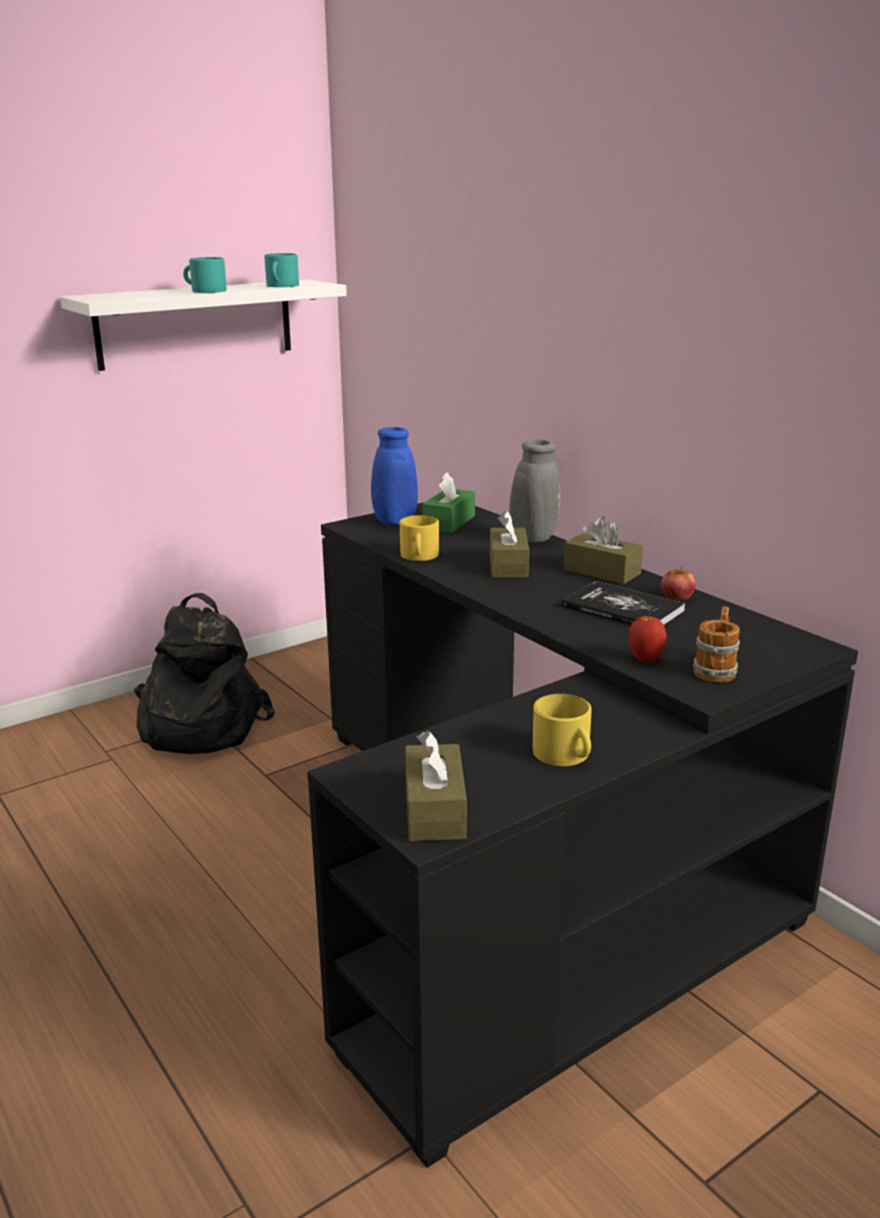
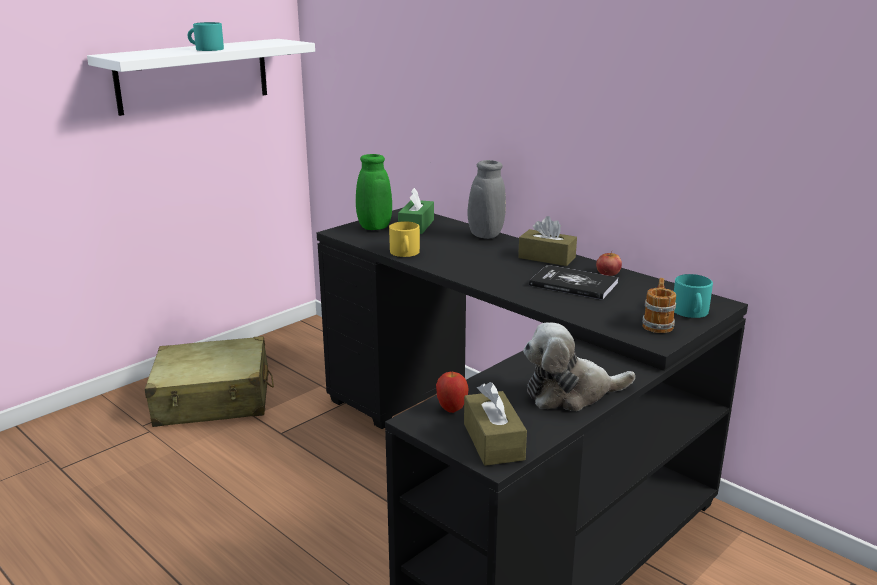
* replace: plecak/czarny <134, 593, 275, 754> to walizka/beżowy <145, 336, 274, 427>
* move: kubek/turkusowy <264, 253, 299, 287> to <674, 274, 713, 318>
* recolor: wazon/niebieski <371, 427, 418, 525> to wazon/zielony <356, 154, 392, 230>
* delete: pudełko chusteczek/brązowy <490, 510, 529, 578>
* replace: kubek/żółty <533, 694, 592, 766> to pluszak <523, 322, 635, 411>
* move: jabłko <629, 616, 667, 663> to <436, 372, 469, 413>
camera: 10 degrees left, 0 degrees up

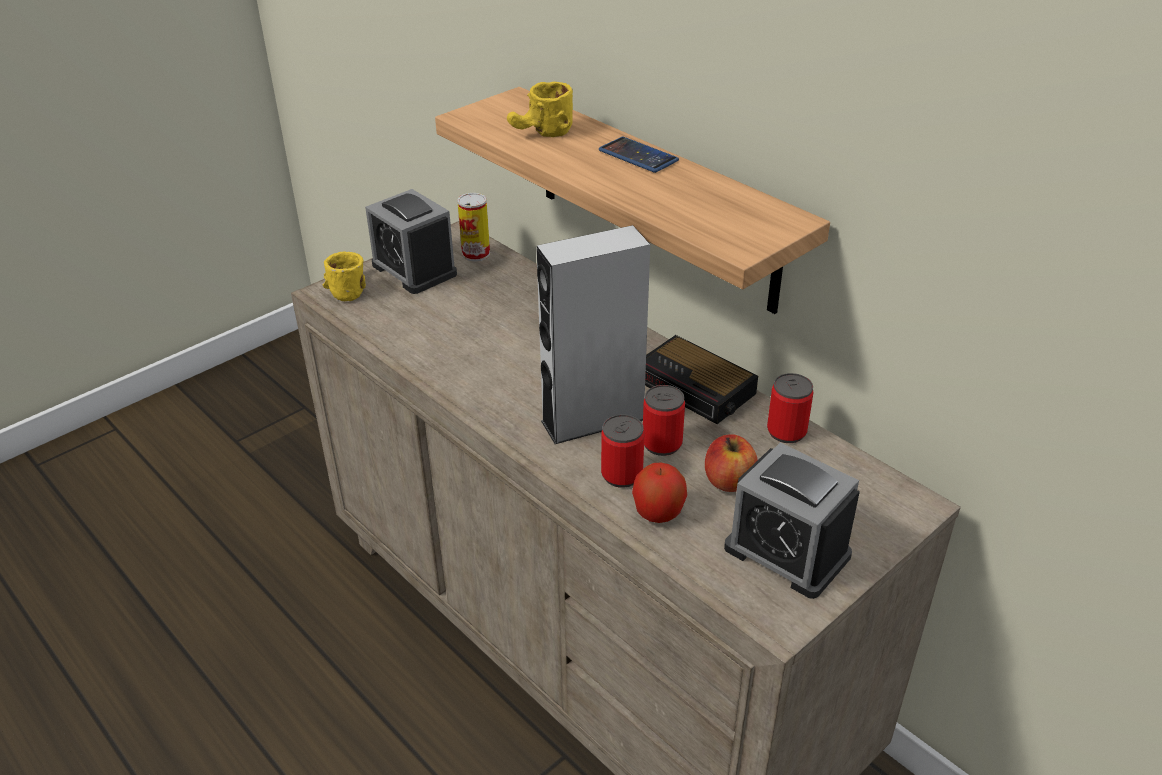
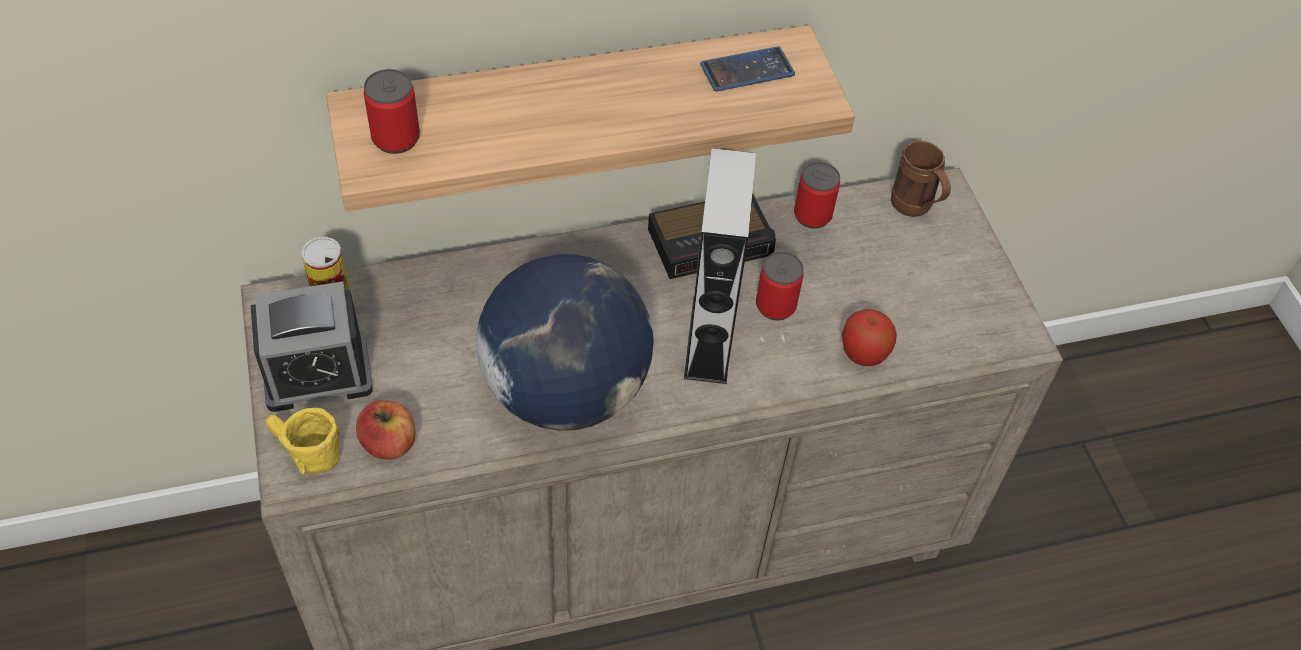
* delete: kubek/żółty <507, 82, 573, 137>
* move: telefon <599, 137, 679, 173> to <700, 46, 795, 92>
* move: puszka <601, 415, 644, 488> to <363, 69, 420, 154>
* move: jabłko <705, 434, 758, 492> to <356, 400, 415, 460>
* delete: budzik <724, 442, 860, 599>
* insert: globus <476, 254, 653, 431>
* insert: kubek/brązowy <891, 141, 951, 217>
camera: 65 degrees left, 15 degrees up

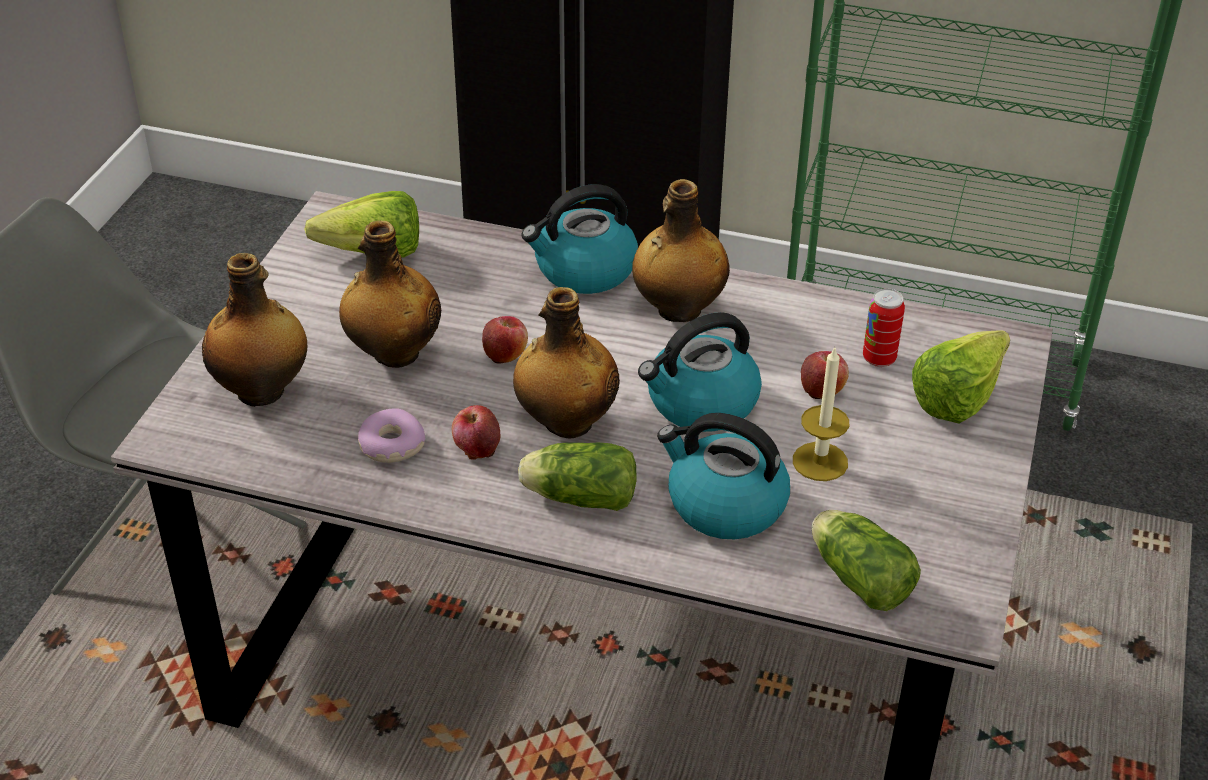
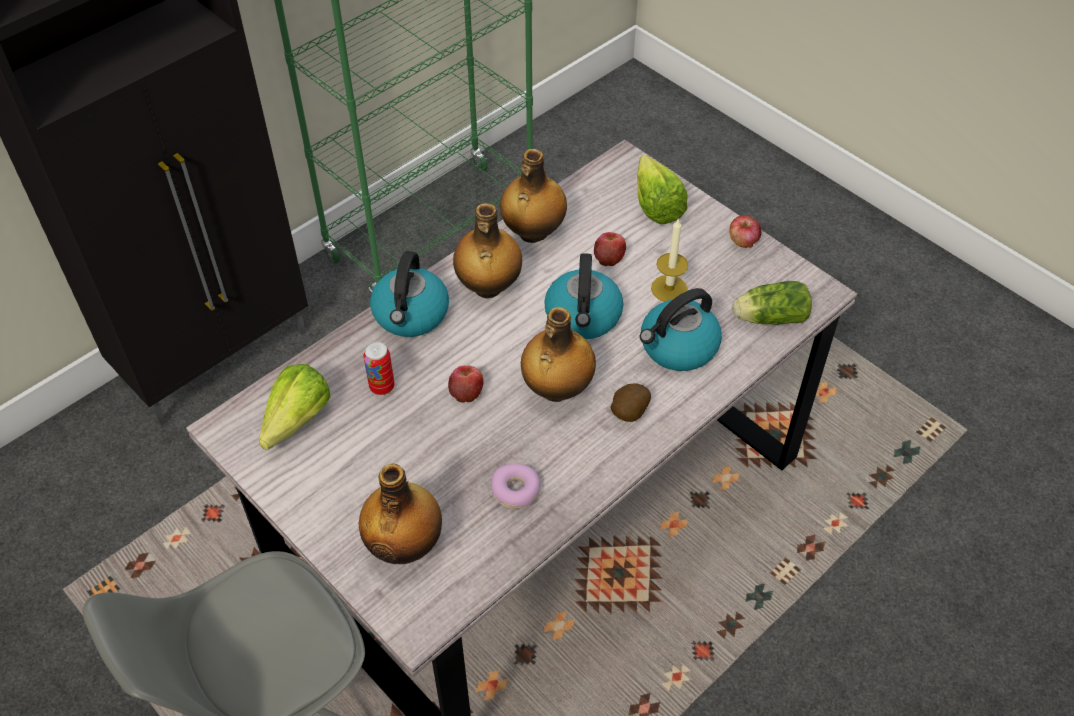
* move: butelka <339, 220, 441, 368> to <500, 149, 567, 243>
* move: jabłko <452, 405, 500, 460> to <729, 215, 762, 248>
* replace: sałata <518, 442, 637, 511> to ziemniak <610, 383, 651, 422>
* move: puszka <863, 288, 905, 367> to <363, 342, 395, 395>
camera: 60 degrees left, 10 degrees up

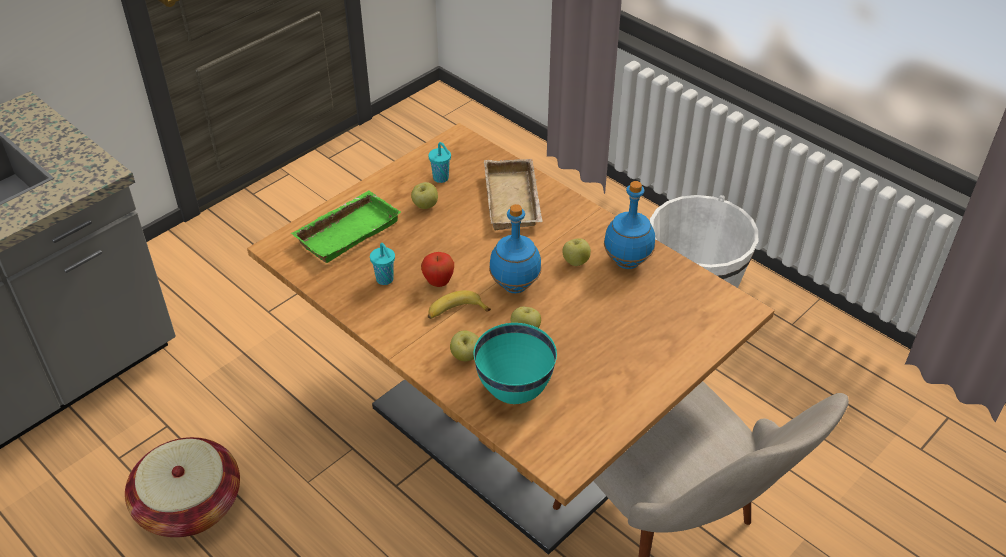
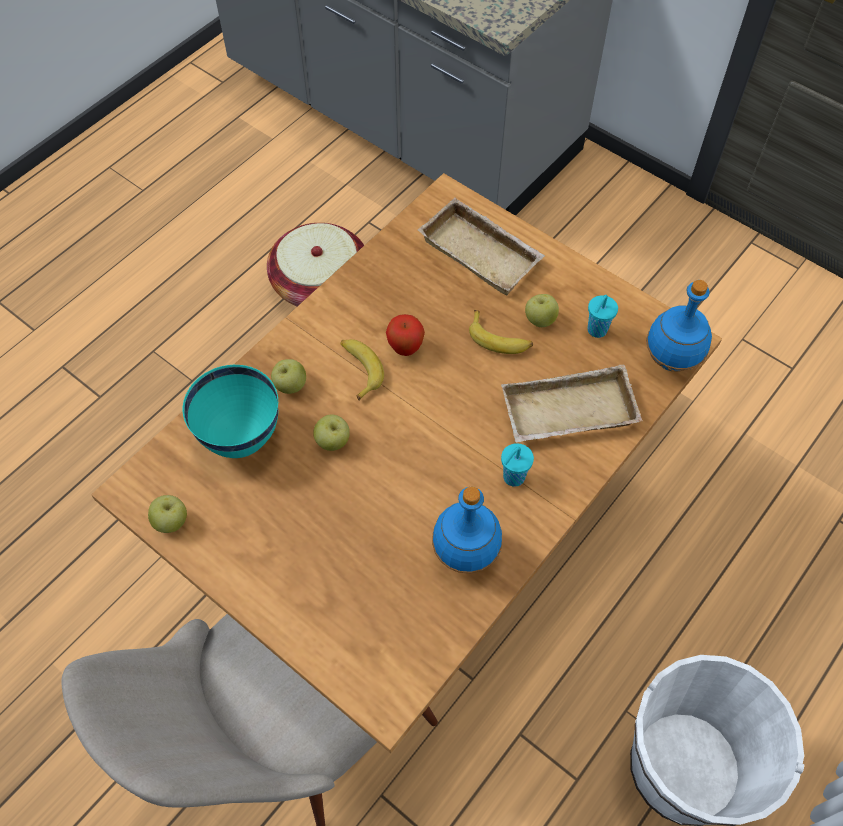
* recolor: taca/zielony <291, 191, 401, 263> to taca/beżowy <418, 198, 545, 295>
* move: filiżanka/turkusowy <370, 243, 395, 285> to <501, 443, 534, 487>
* move: butelka/niebieski <489, 204, 542, 293> to <646, 280, 712, 372>
* move: jabłko <562, 239, 591, 266> to <148, 495, 187, 533>
* insert: banan <469, 310, 533, 354>
camera: 85 degrees right, 15 degrees up

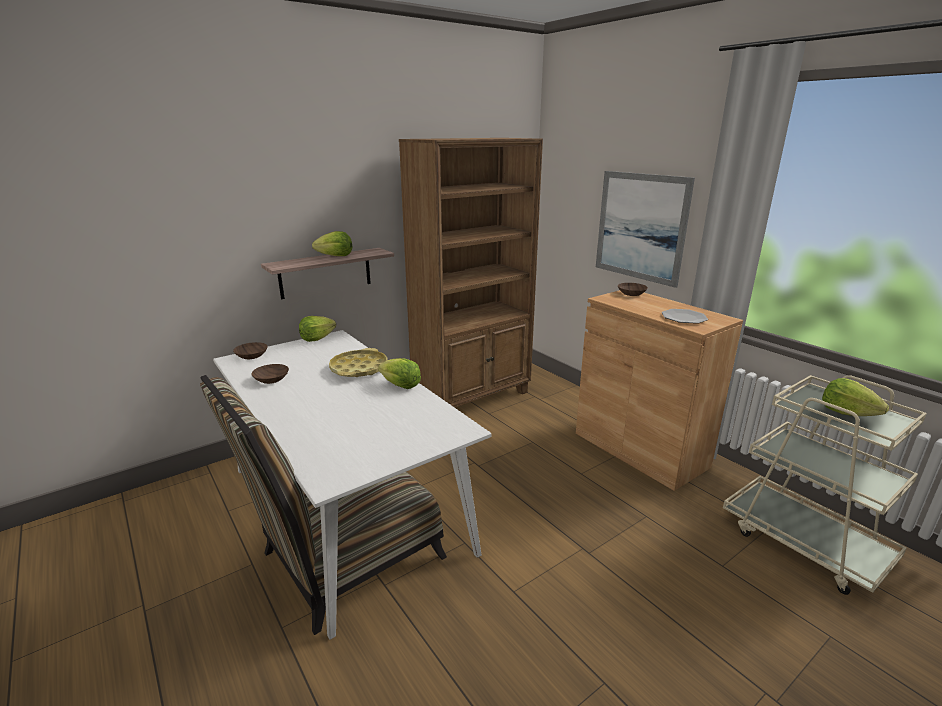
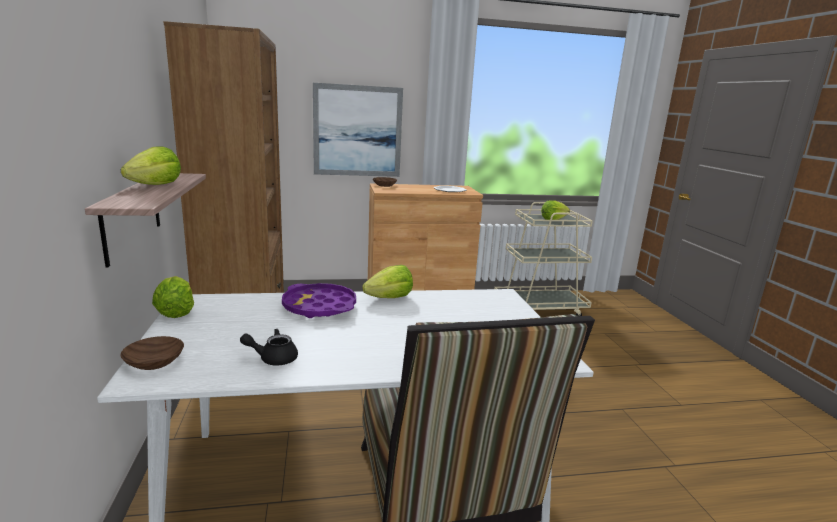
* replace: miska/brązowy <251, 364, 289, 384> to imbryk/czarny <240, 329, 298, 366>
* recolor: taca/żółty <329, 348, 388, 377> to taca/fioletowy <282, 283, 356, 318>
camera: 65 degrees left, 5 degrees down

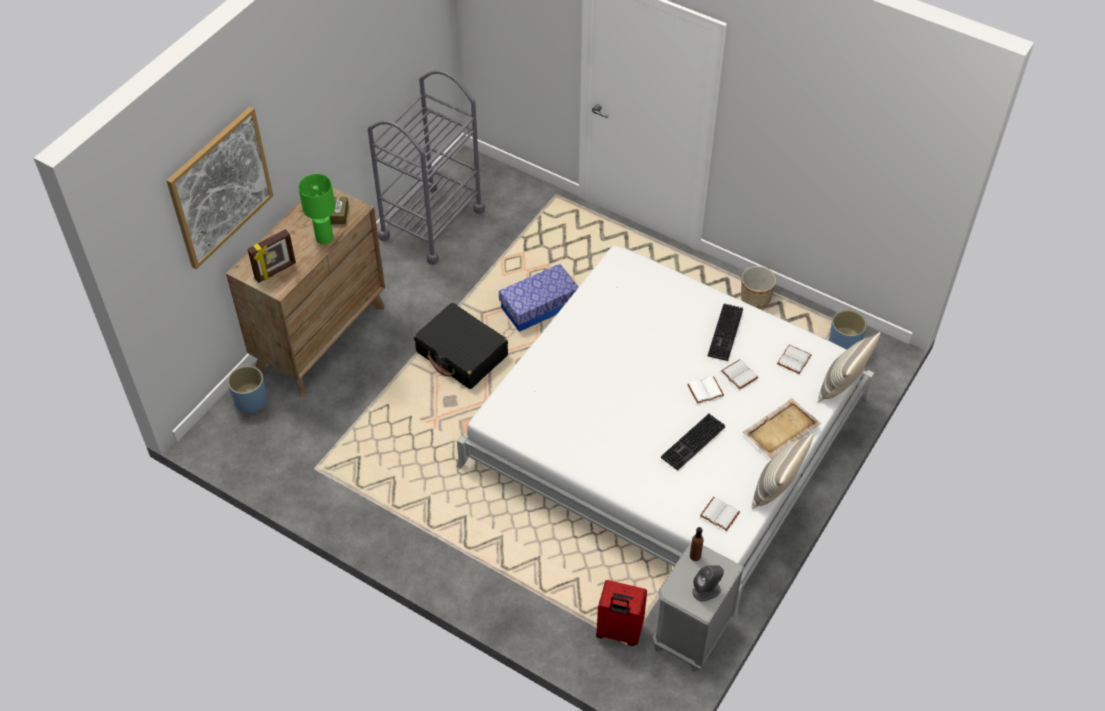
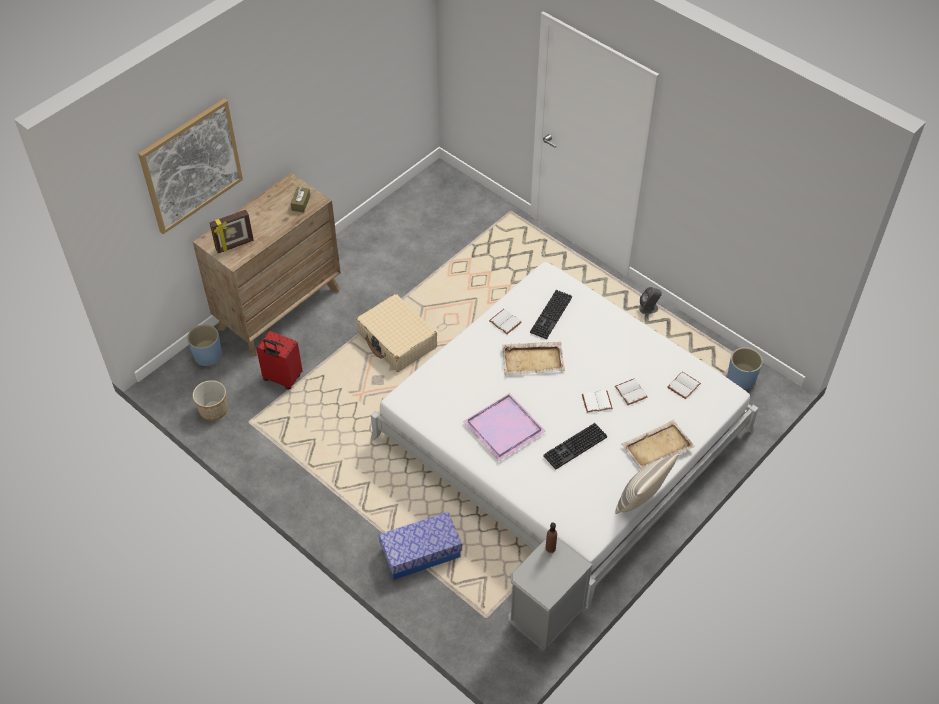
* delete: lampa stołowa/zielony <298, 174, 335, 244>
* delete: wózek/szary <368, 70, 485, 265>
* recolor: walizka/czarny <414, 303, 508, 389> to walizka/beżowy <356, 294, 437, 372>
* move: pojemnik do przechowywania <499, 264, 579, 332> to <379, 512, 462, 580>
* move: walizka/czerwony <596, 580, 647, 646> to <256, 331, 303, 389>
* move: głośnik/szary <692, 565, 724, 601> to <639, 287, 662, 314>
* move: książka/biały <700, 497, 740, 531> to <489, 309, 522, 334>
* move: klawiatura <708, 303, 743, 361> to <530, 290, 572, 339>
* move: donica <741, 266, 776, 308> to <193, 380, 228, 421>
* delete: poduszka <818, 332, 881, 402>
* insert: taca/fioletowy <463, 393, 546, 461>
* insert: taca/beżowy <502, 342, 565, 375>
camera: 10 degrees right, 0 degrees up

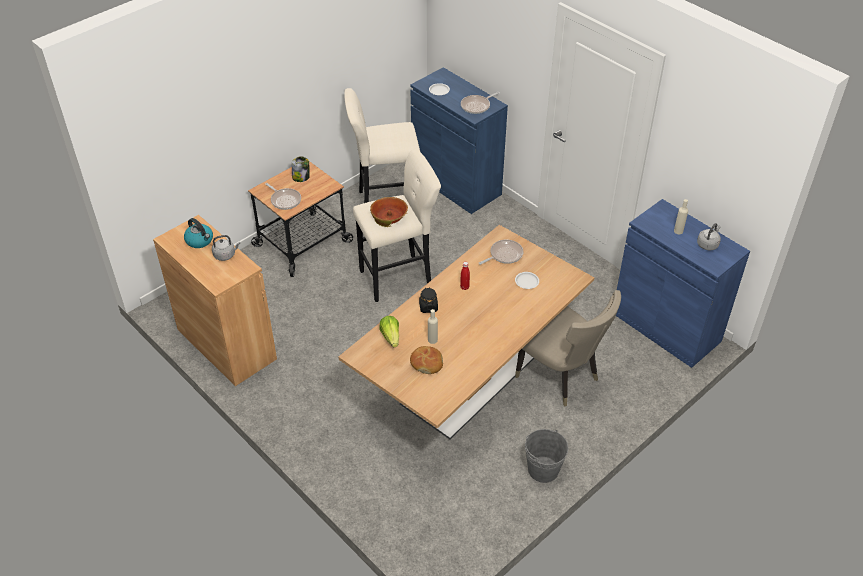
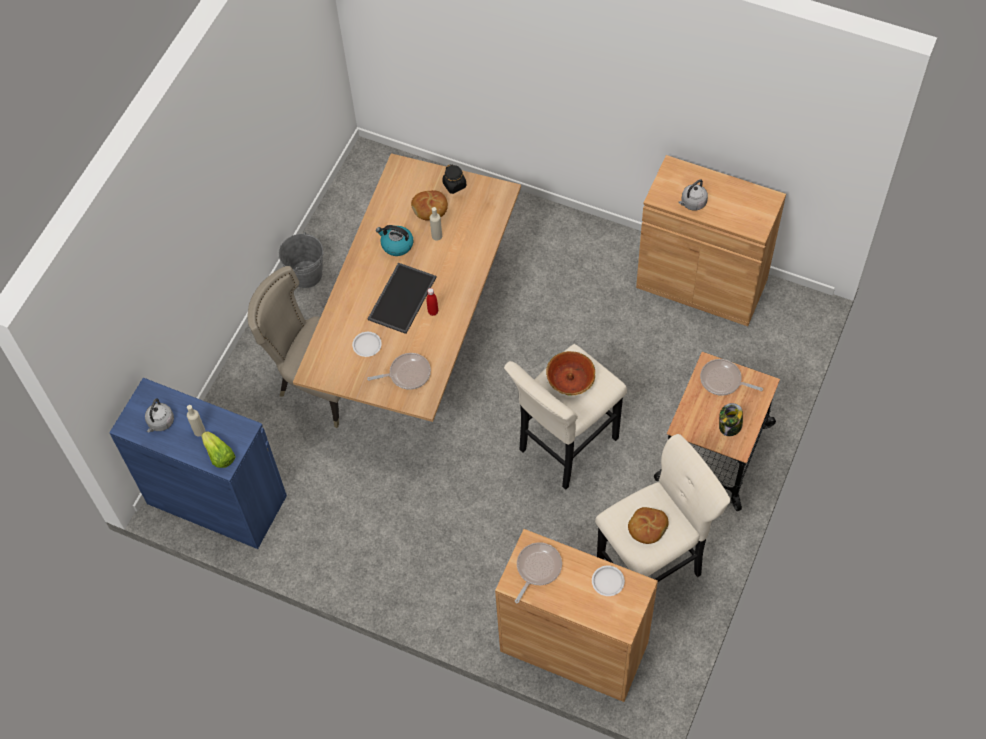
* move: czajnik <184, 218, 213, 248> to <376, 225, 413, 256>
* move: sałata <380, 316, 399, 347> to <201, 431, 236, 468>
* recolor: szafka/niebieski <410, 67, 508, 214> to szafka/brązowy <495, 529, 658, 702>
* move: słoik/czarny <419, 287, 438, 313> to <442, 164, 466, 194>
* rotate: patelnia <479, 239, 523, 265> = <367, 353, 431, 390> 135 degrees counterclockwise
* insert: taca <368, 263, 436, 334>
* insert: chleb <628, 507, 669, 544>
camera: 160 degrees right, 15 degrees up

